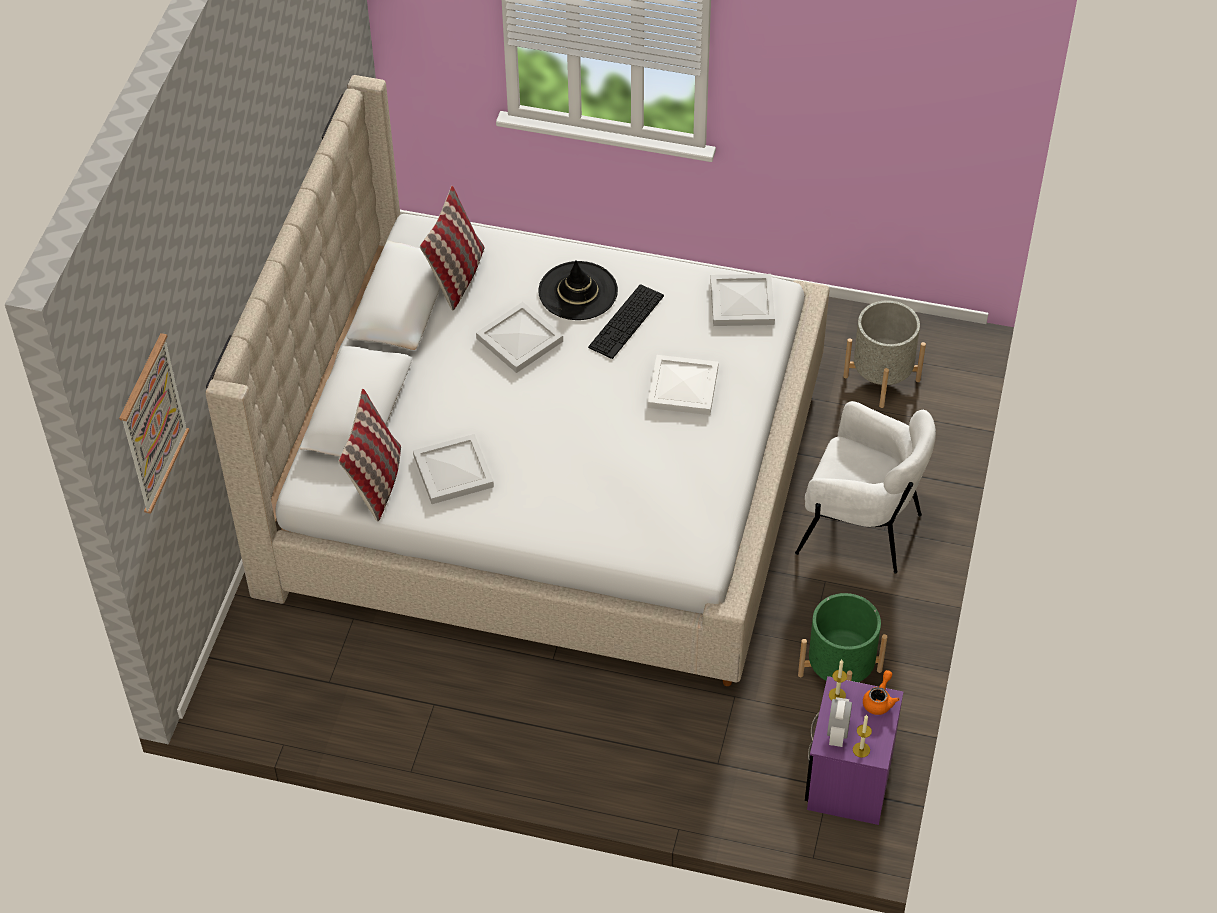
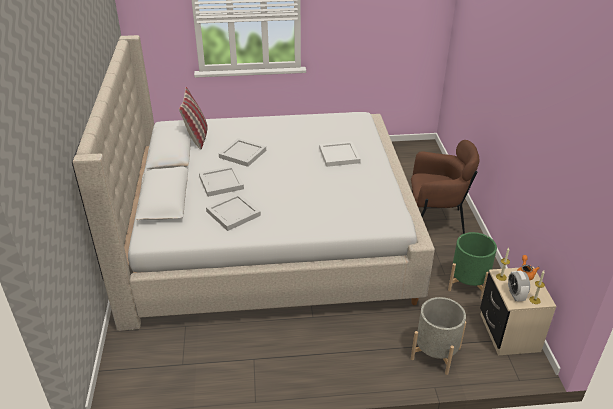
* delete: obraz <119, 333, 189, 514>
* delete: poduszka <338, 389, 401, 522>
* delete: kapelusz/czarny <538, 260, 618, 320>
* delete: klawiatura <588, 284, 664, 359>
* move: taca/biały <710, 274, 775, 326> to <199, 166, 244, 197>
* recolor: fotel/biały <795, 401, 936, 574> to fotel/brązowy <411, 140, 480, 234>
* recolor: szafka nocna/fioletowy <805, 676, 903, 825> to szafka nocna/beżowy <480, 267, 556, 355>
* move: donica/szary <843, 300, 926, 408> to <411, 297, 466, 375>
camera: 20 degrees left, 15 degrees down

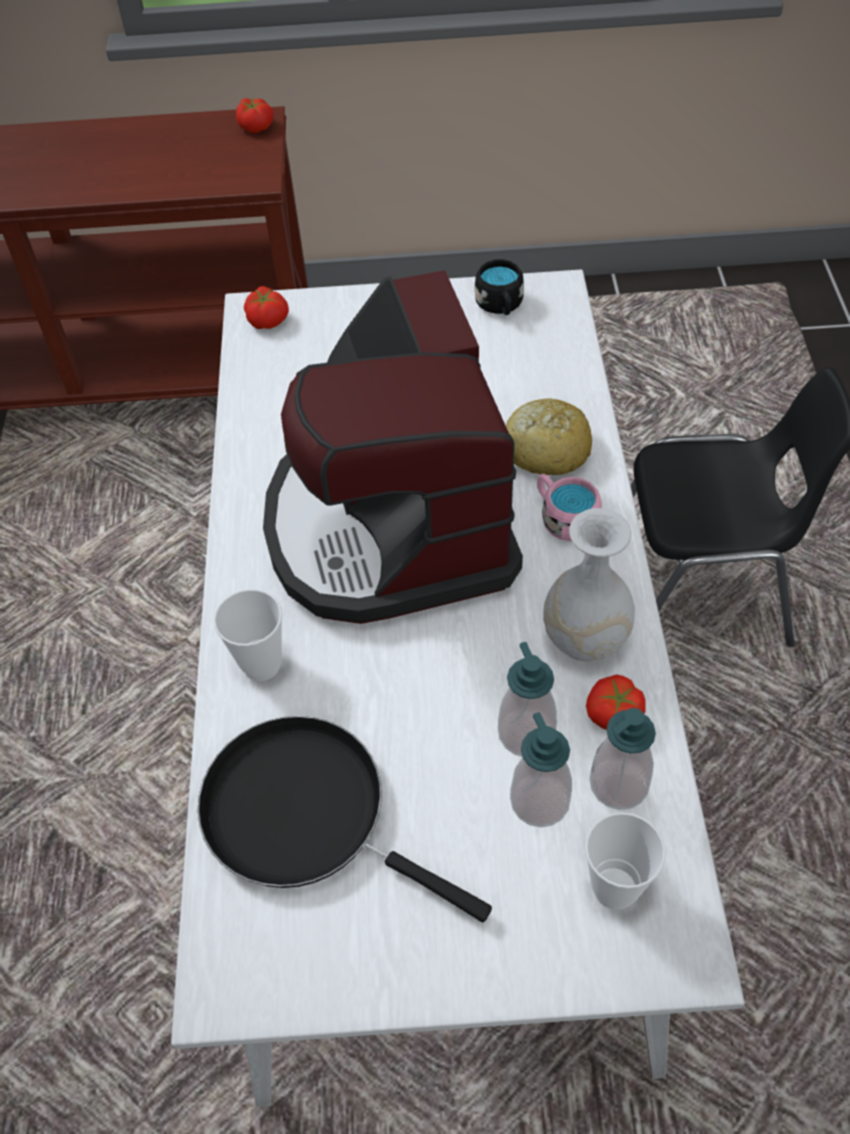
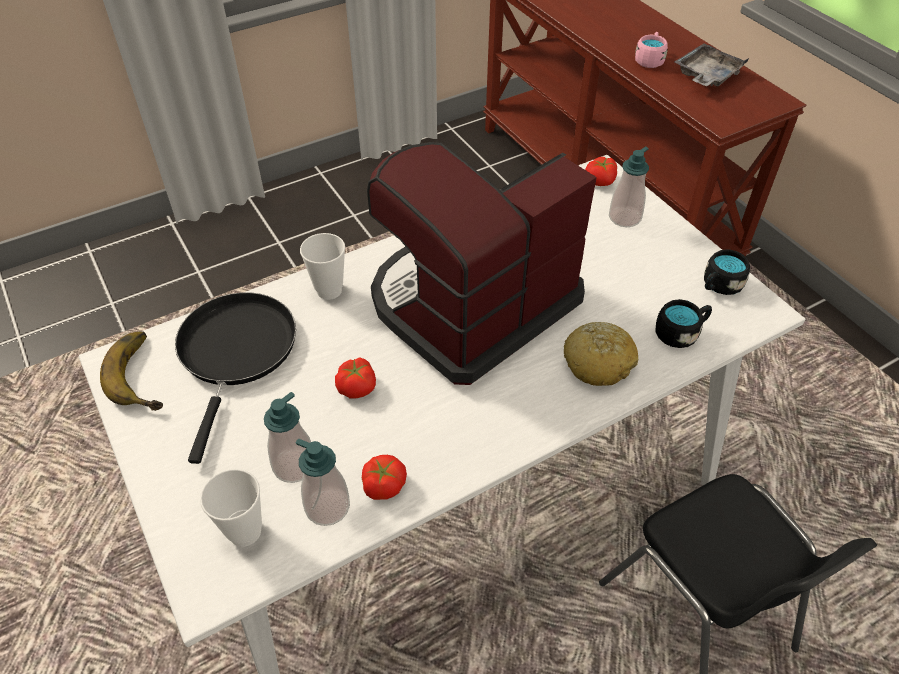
* move: pomidor <236, 97, 274, 133> to <335, 358, 376, 398>
* move: dozownik mydła <498, 642, 557, 756> to <609, 146, 649, 227>
* move: kubek/różowy <537, 474, 602, 541> to <635, 32, 668, 68>
* delete: wazon/biały <543, 508, 635, 661>
* insert: banan <100, 332, 163, 411>
* insert: kubek/czarny <656, 299, 712, 348>
* insert: taca/szary <675, 44, 749, 86>
camera: 60 degrees right, 5 degrees down

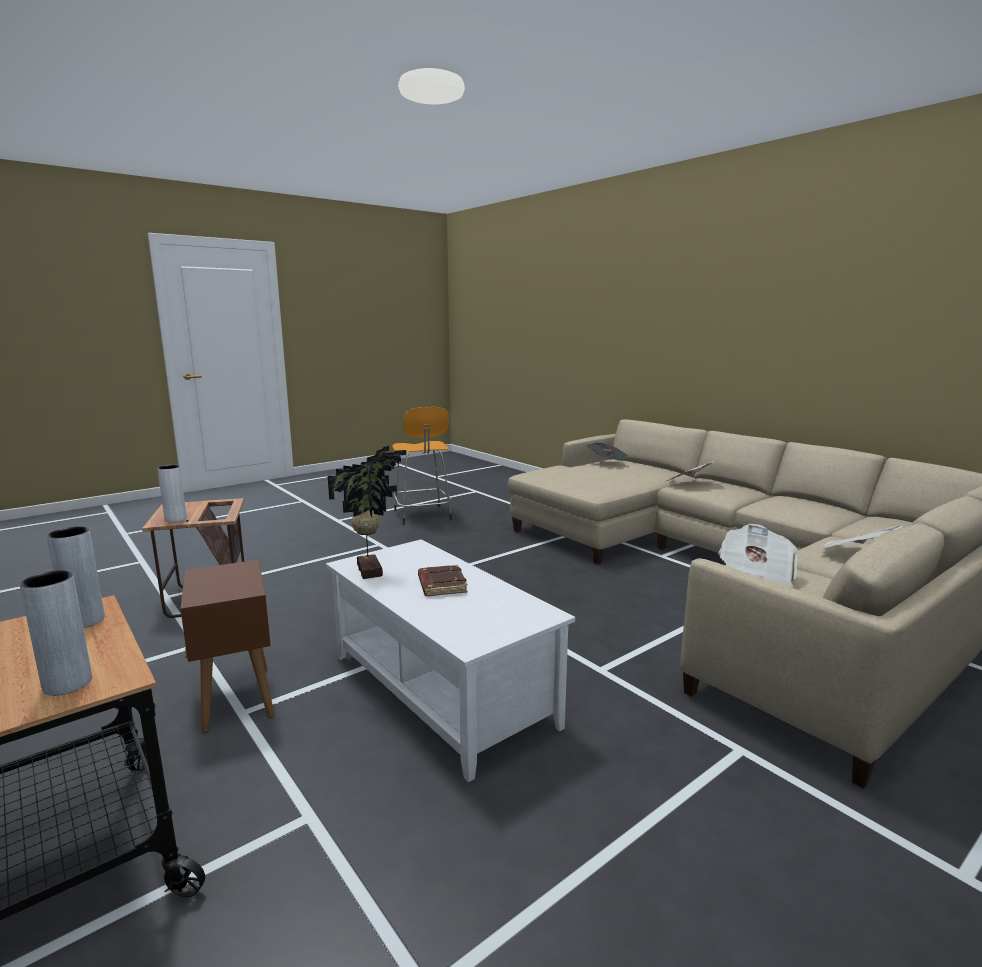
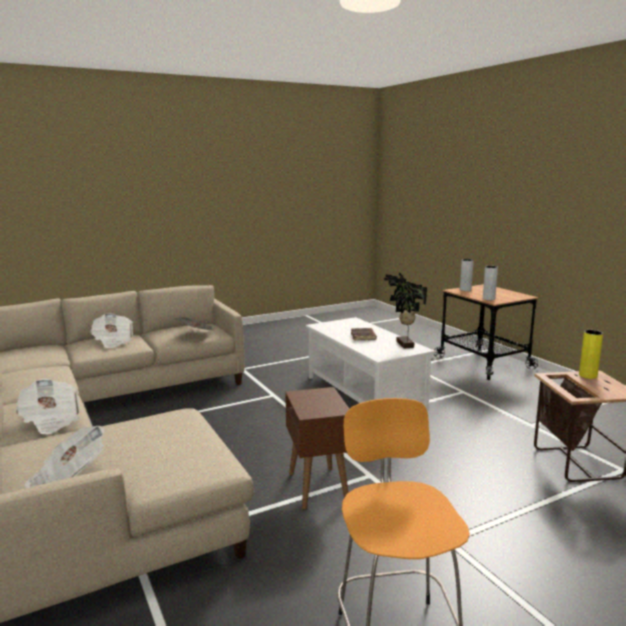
* recolor: wazon/biały <157, 465, 187, 522> to wazon/żółty <579, 330, 603, 379>
* move: stolik/brązowy <180, 560, 275, 733> to <285, 387, 349, 510>
camera: 170 degrees left, 0 degrees up

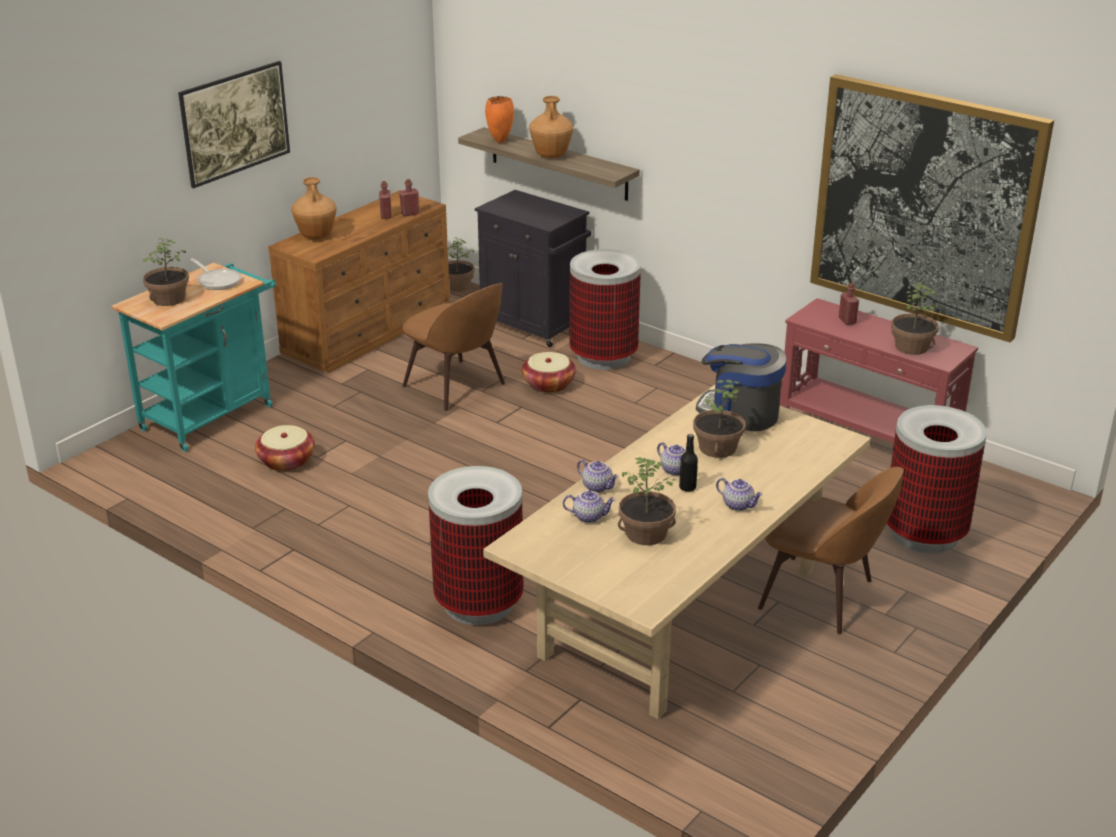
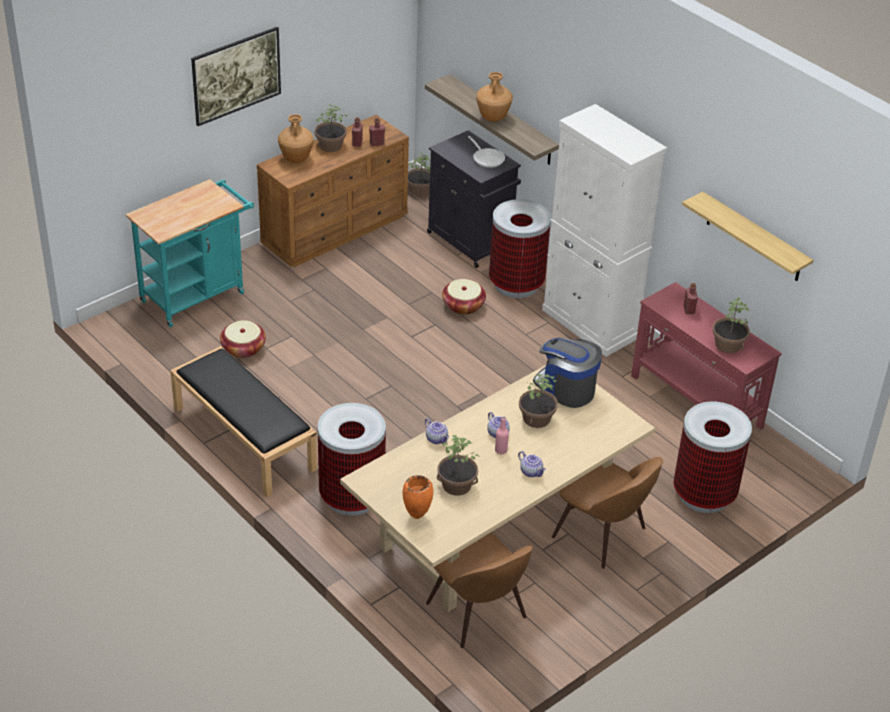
* move: roślina doniczkowa <143, 238, 189, 306> to <314, 104, 347, 152>
* move: patelnia <190, 258, 241, 290> to <468, 136, 505, 168>
* move: krzesło/brązowy <402, 283, 505, 411> to <426, 533, 533, 648>
* move: wazon/pomarańczowy <485, 96, 514, 143> to <403, 475, 433, 519>
* delete: imbryk <563, 491, 616, 523>
* recolor: butelka/czarny <679, 434, 698, 492> to butelka/różowy <495, 416, 509, 454>
* replace: obraz <810, 74, 1054, 342> to półka <682, 192, 813, 281>
* insert: ławka/czarny <170, 346, 317, 497>
* insert: szafka/biały <542, 104, 667, 357>
camera: 10 degrees right, 10 degrees up

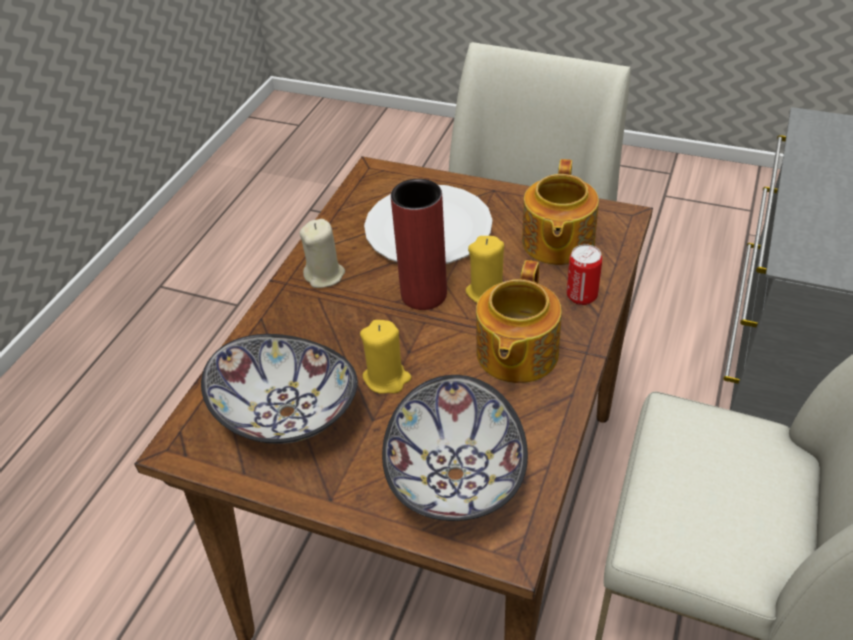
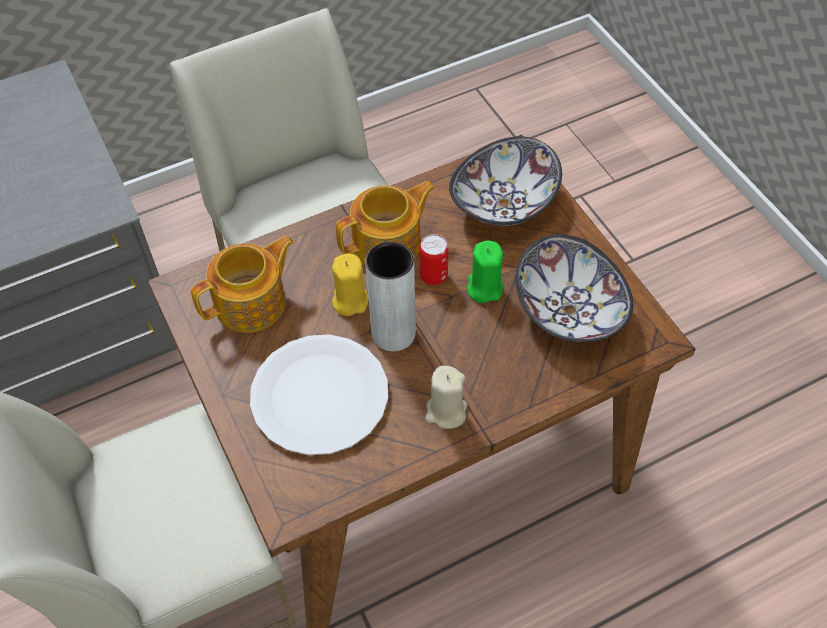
* recolor: świeca/żółty <360, 320, 412, 394> to świeca/zielony <467, 241, 503, 303>
* recolor: wazon/czerwony <391, 179, 447, 310> to wazon/szary <365, 242, 416, 351>
* move: puszka <567, 244, 602, 305> to <419, 234, 448, 285>
camera: 140 degrees left, 10 degrees up

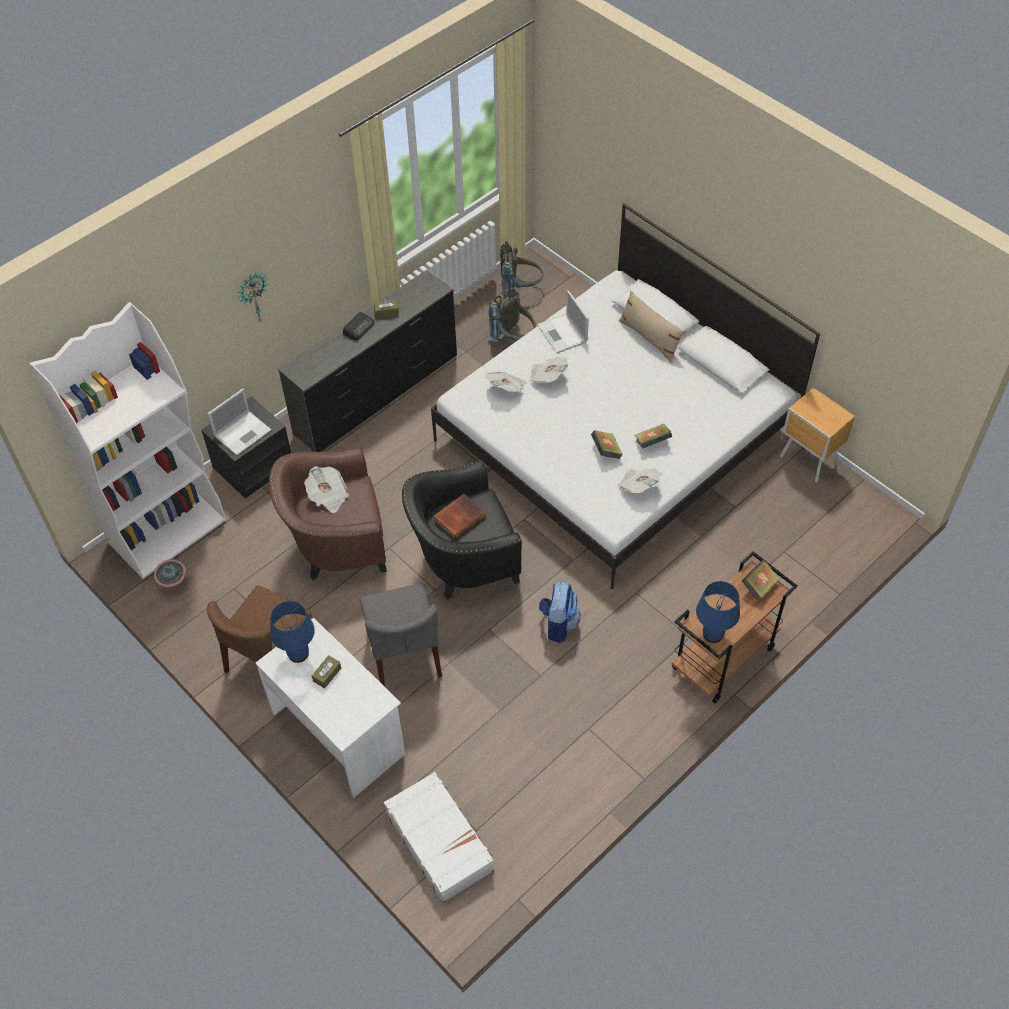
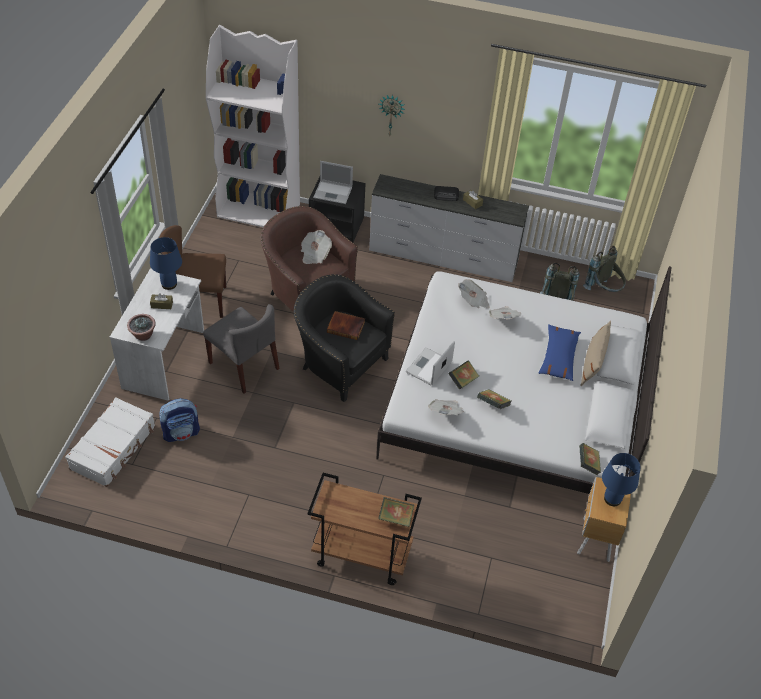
* move: roślina doniczkowa <154, 559, 186, 590> to <127, 314, 156, 341>
* recolor: komoda/czarny <278, 270, 457, 452> to komoda/biały <369, 174, 529, 282>
* rotate: krzesło/szary <360, 583, 442, 687> = <203, 304, 280, 394> 90 degrees counterclockwise
* move: laptop <537, 290, 589, 353> to <406, 341, 455, 385>
* move: plecak <539, 581, 581, 643> to <159, 398, 200, 442>
* move: lampa stołowa/niebieski <696, 581, 740, 643> to <602, 453, 640, 506>
* insert: poduszka/niebieski <539, 324, 581, 381>
* insert: książka <579, 443, 601, 475>
camera: 55 degrees right, 5 degrees down

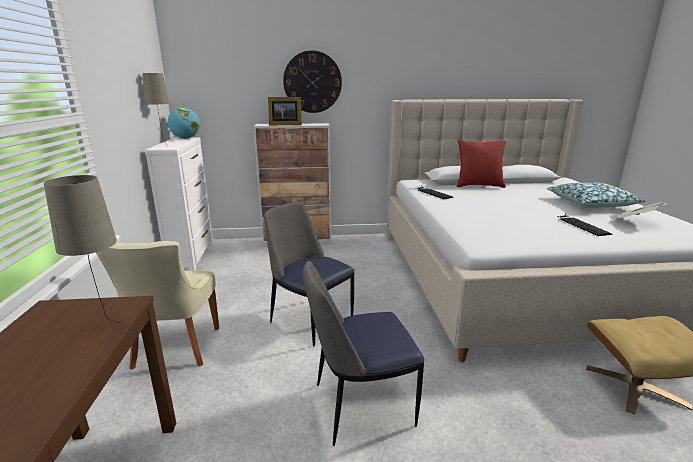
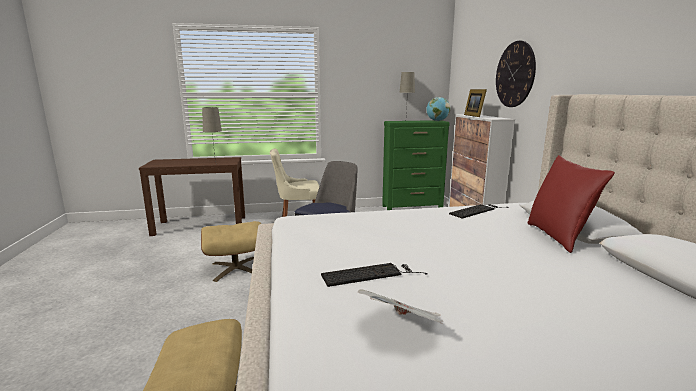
* recolor: komoda/biały <145, 138, 213, 271> to komoda/zielony <382, 120, 450, 210>
* replace: krzesło <303, 261, 425, 446> to pufa/beżowy <201, 221, 261, 282>
* delete: poduszka <547, 182, 646, 208>
camera: 85 degrees right, 5 degrees down

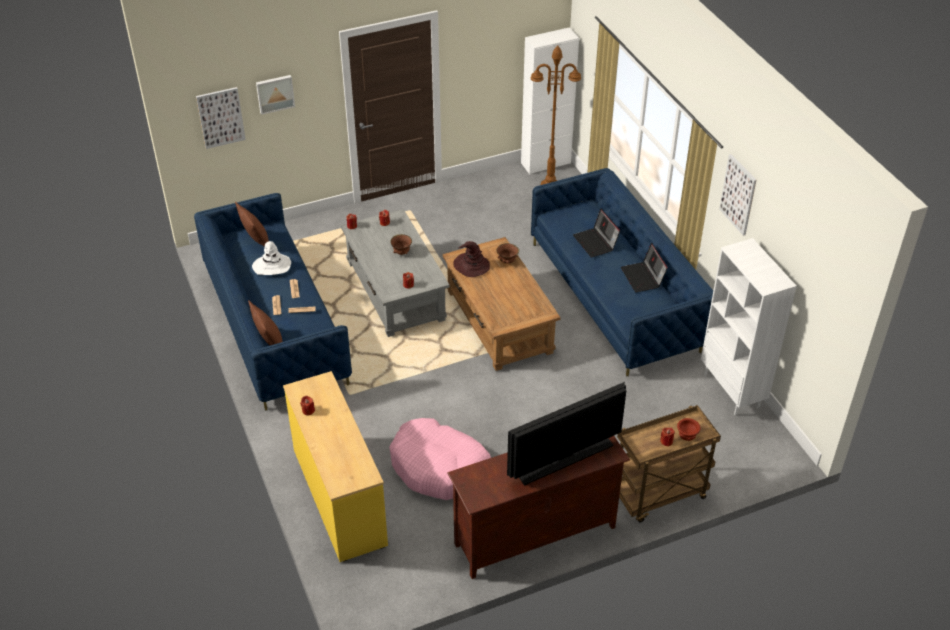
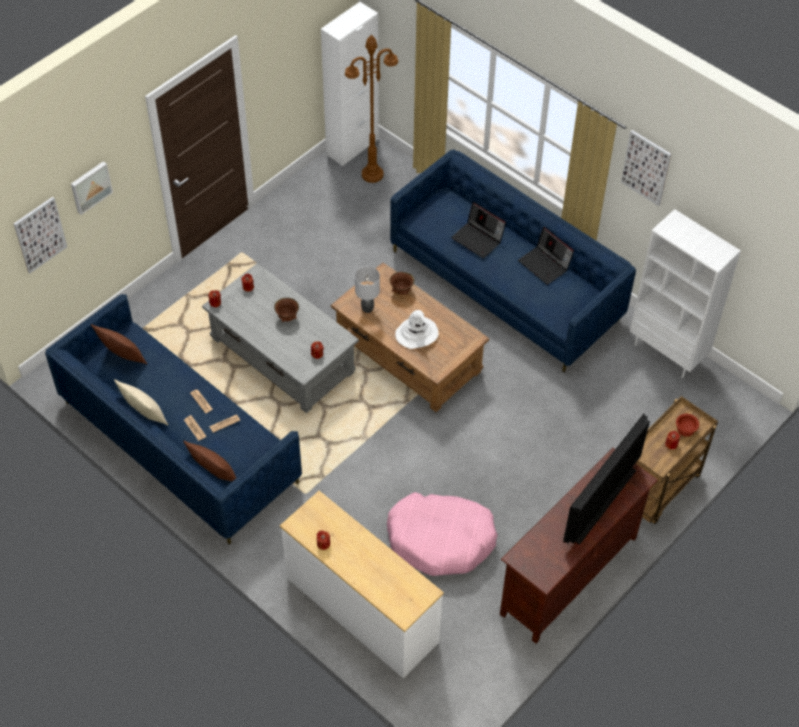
* move: kapelusz/biały <252, 241, 291, 275> to <395, 310, 439, 349>
* recolor: komoda/żółty <283, 371, 388, 562> to komoda/biały <280, 491, 444, 678>
* replace: kapelusz/brązowy <453, 241, 490, 277> to lampa stołowa/szary <355, 266, 380, 313>
* insert: poduszka/beżowy <114, 379, 168, 425>
camera: 25 degrees left, 10 degrees up

